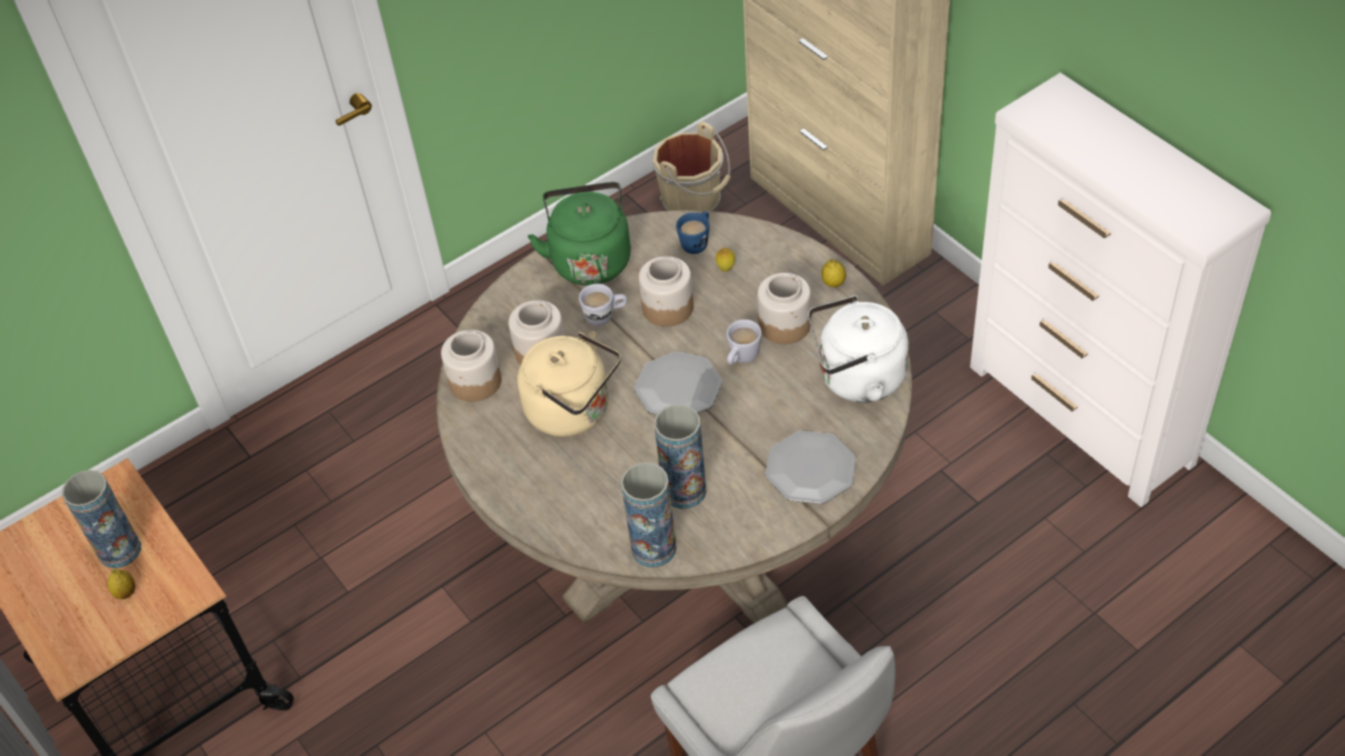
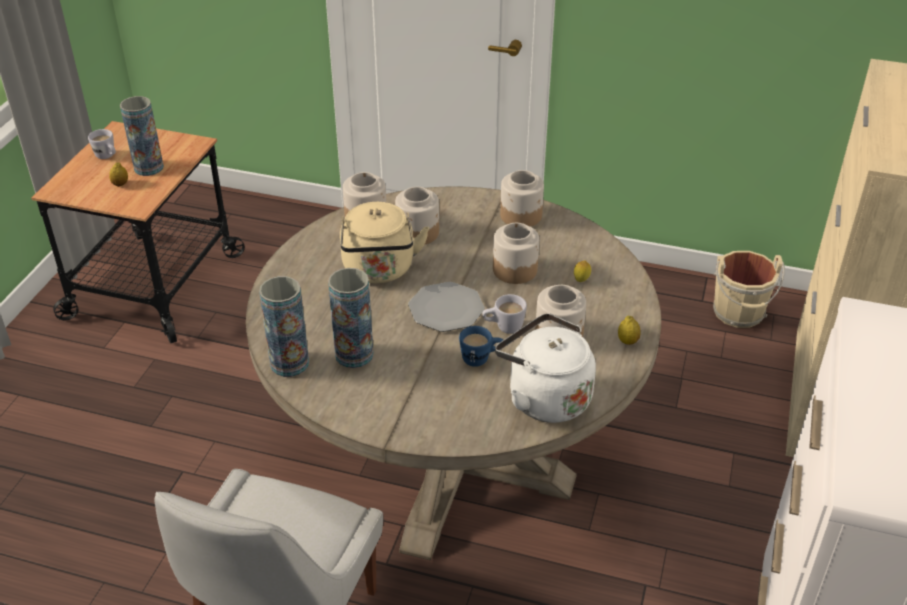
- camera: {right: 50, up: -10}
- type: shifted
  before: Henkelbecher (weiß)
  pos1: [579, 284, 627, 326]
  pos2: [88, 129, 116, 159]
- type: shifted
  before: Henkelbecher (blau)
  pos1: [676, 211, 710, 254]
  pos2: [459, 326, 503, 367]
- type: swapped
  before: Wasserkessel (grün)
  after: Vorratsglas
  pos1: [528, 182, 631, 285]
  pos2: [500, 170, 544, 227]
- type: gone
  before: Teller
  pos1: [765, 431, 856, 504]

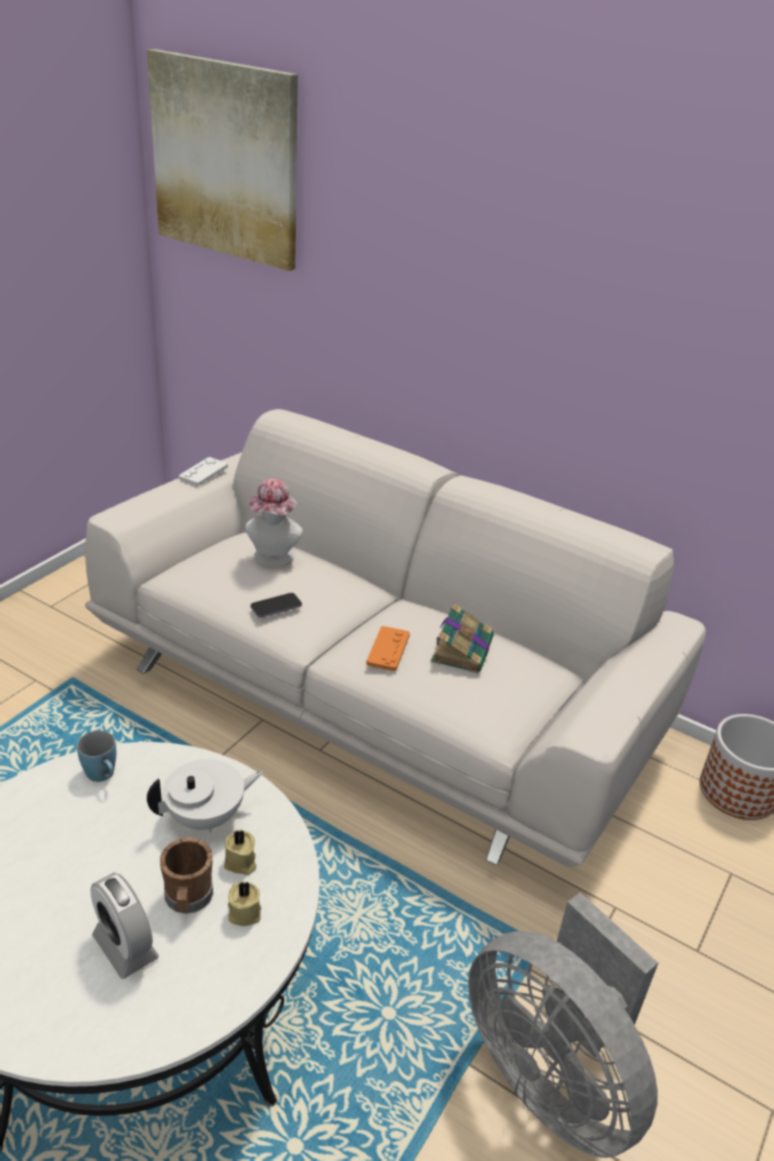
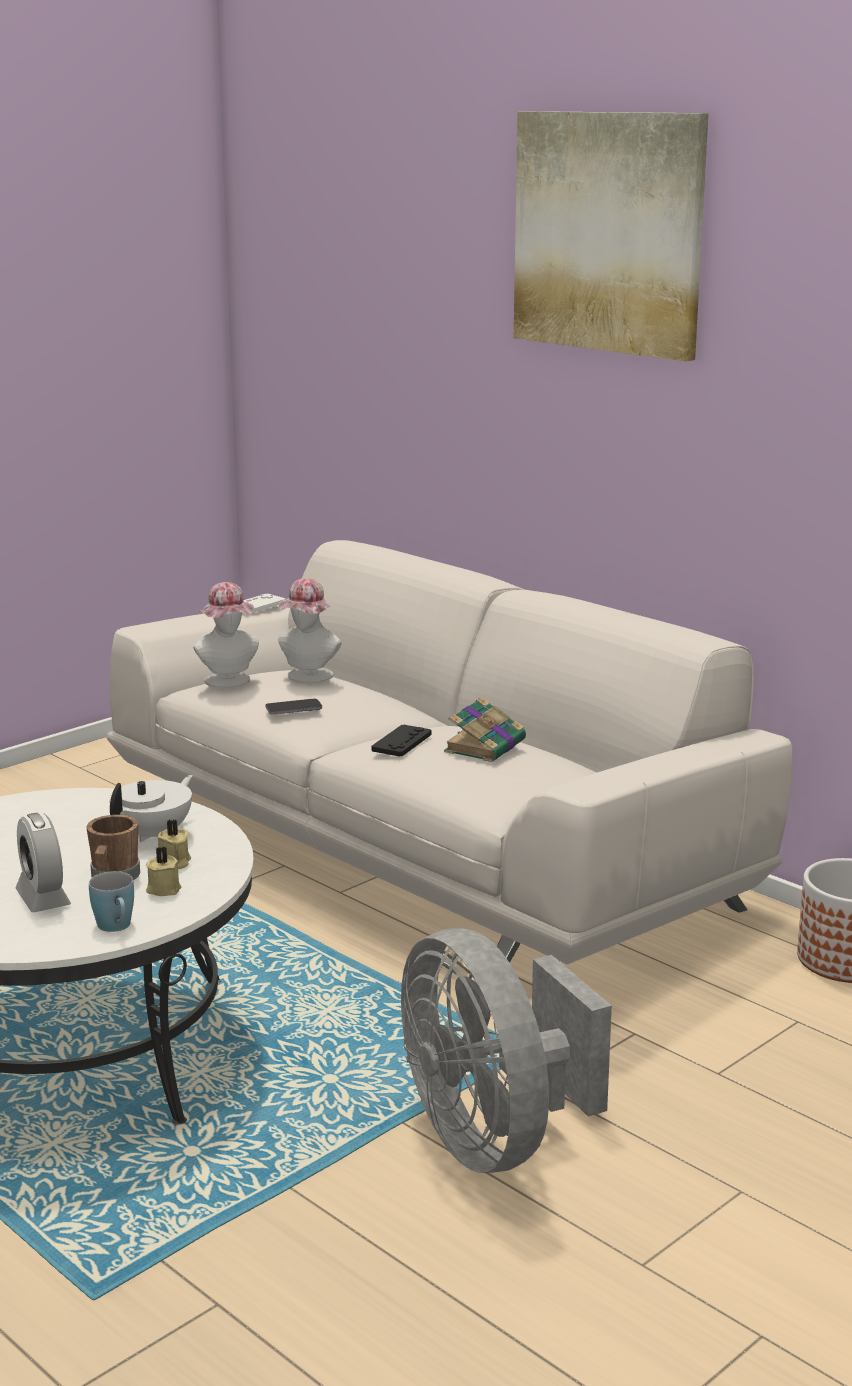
- camera: {right: 15, up: -15}
- type: shifted
  before: Henkelbecher (blau)
  pos1: [77, 730, 116, 782]
  pos2: [89, 871, 134, 932]
- type: rotated
  before: Teekanne (weiß)
  pos1: [147, 759, 264, 833]
  pos2: [109, 775, 193, 842]
  turn: -45
- type: new
  after: Hut
  pos2: [193, 582, 259, 688]
- type: repainted
  before: Gamepad (orange)
  after: Gamepad (schwarz)
  pos1: [366, 626, 410, 671]
  pos2: [371, 725, 432, 757]
- type: shifted
  before: Bild
  pos1: [147, 49, 298, 271]
  pos2: [514, 111, 709, 361]

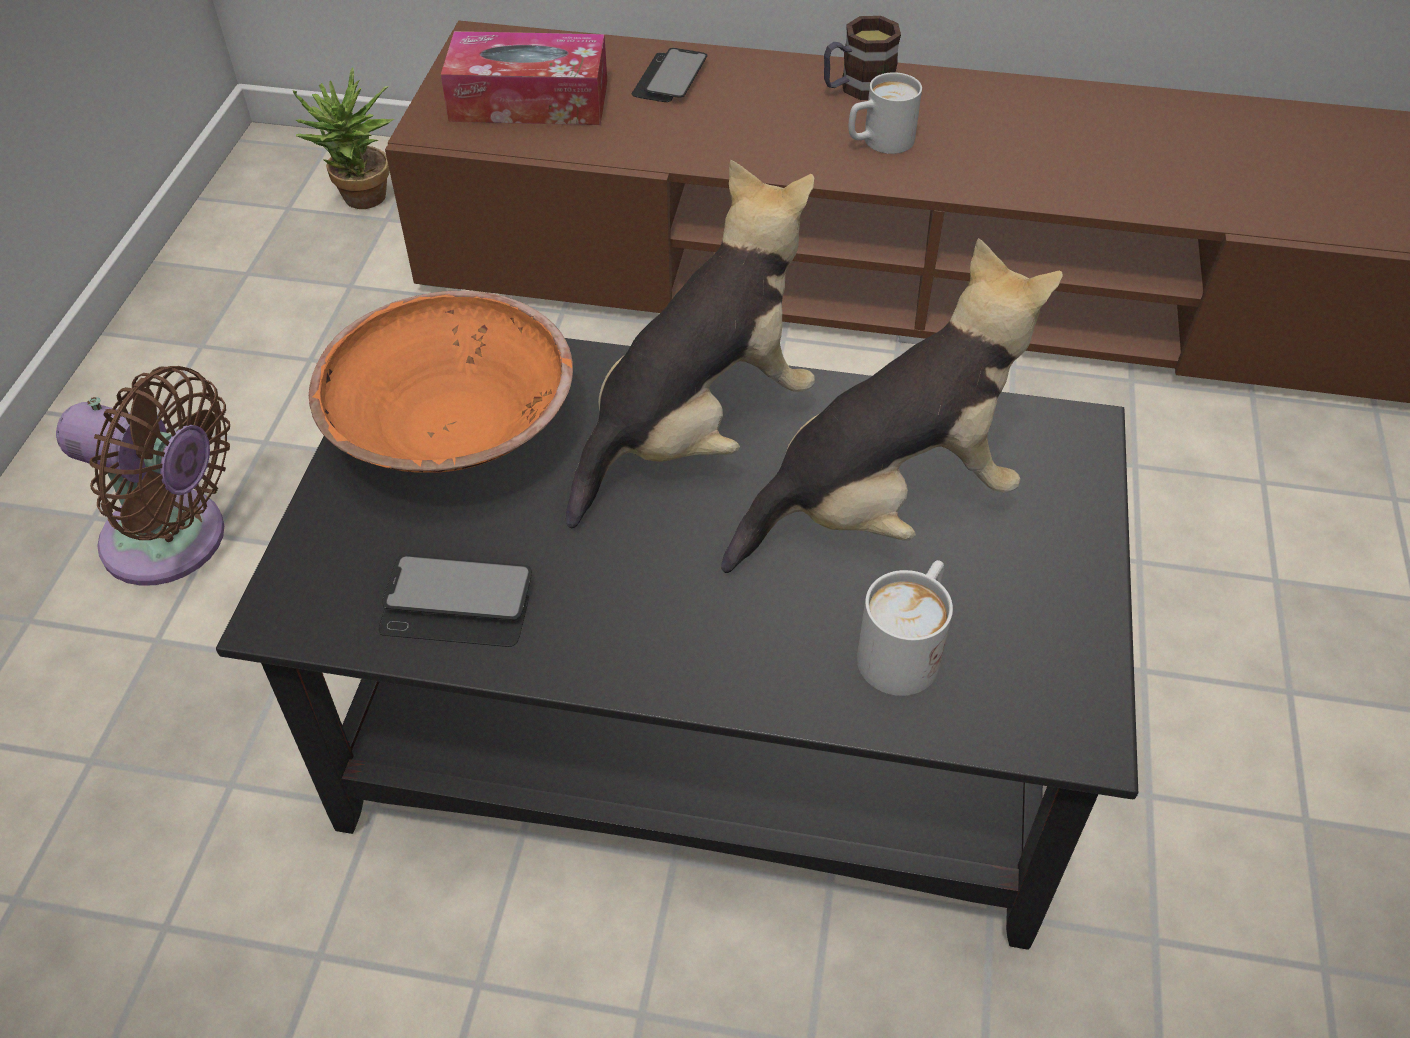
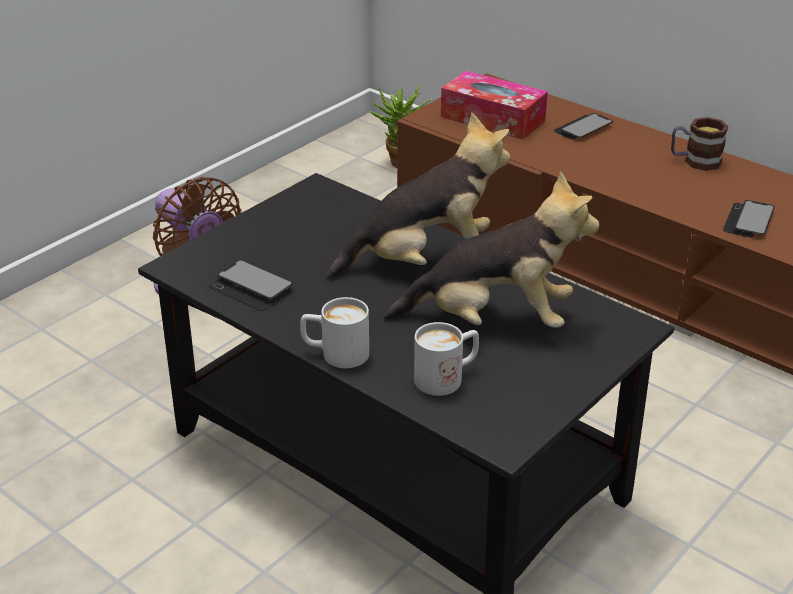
- camera: {right: 30, up: -15}
- type: shifted
  before: Henkelbecher (weiß)
  pos1: [848, 72, 922, 154]
  pos2: [300, 297, 369, 368]
- type: new
  after: Handy
  pos2: [723, 200, 775, 237]
- type: gone
  before: Schüssel (orange)
  pos1: [309, 291, 573, 473]

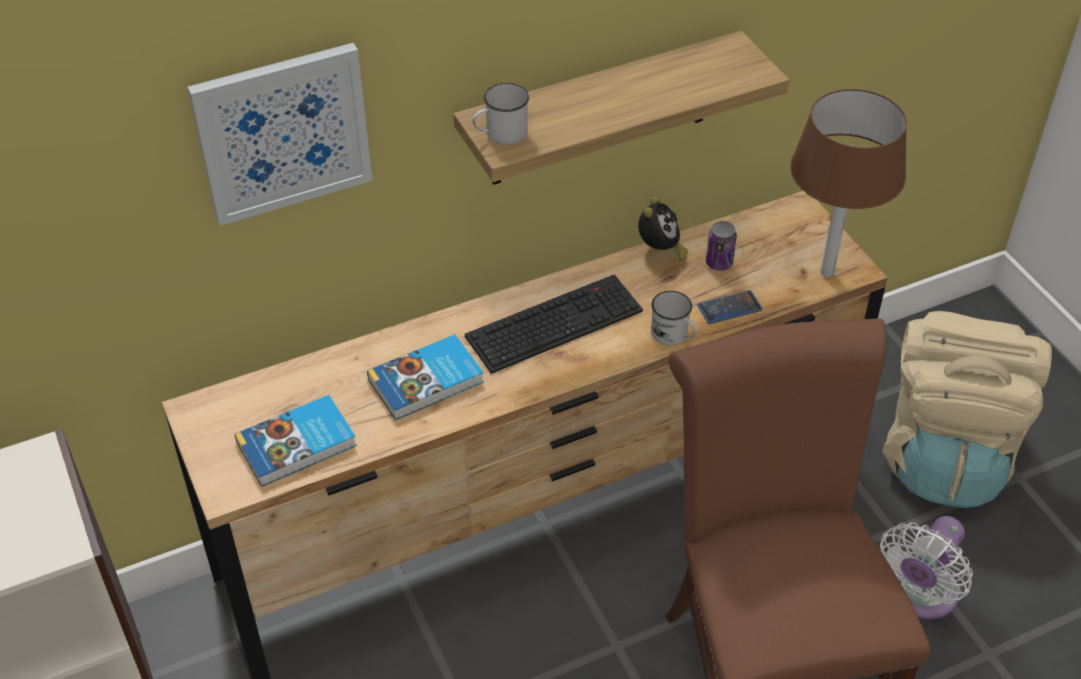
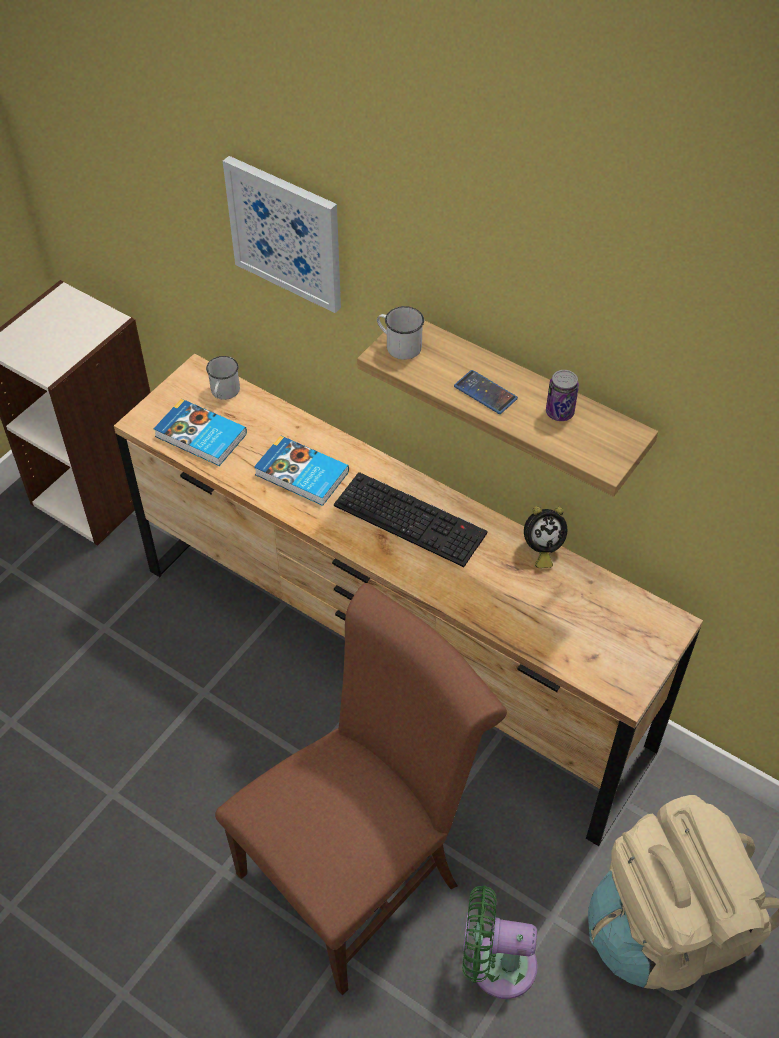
- camera: {right: 60, up: 5}
- type: shifted
  before: Henkelbecher (weiß)
  pos1: [651, 291, 698, 346]
  pos2: [206, 356, 240, 400]
- type: shifted
  before: Handy
  pos1: [697, 290, 763, 324]
  pos2: [454, 370, 518, 414]
- type: repainted
  before: Ventilator (weiß)
  after: Ventilator (grün)
  pos1: [880, 516, 973, 619]
  pos2: [462, 885, 538, 999]
- type: shifted
  before: Dose
  pos1: [706, 221, 737, 271]
  pos2: [546, 370, 579, 421]
- type: gone
  before: Tischlampe (braun)
  pos1: [790, 89, 907, 277]

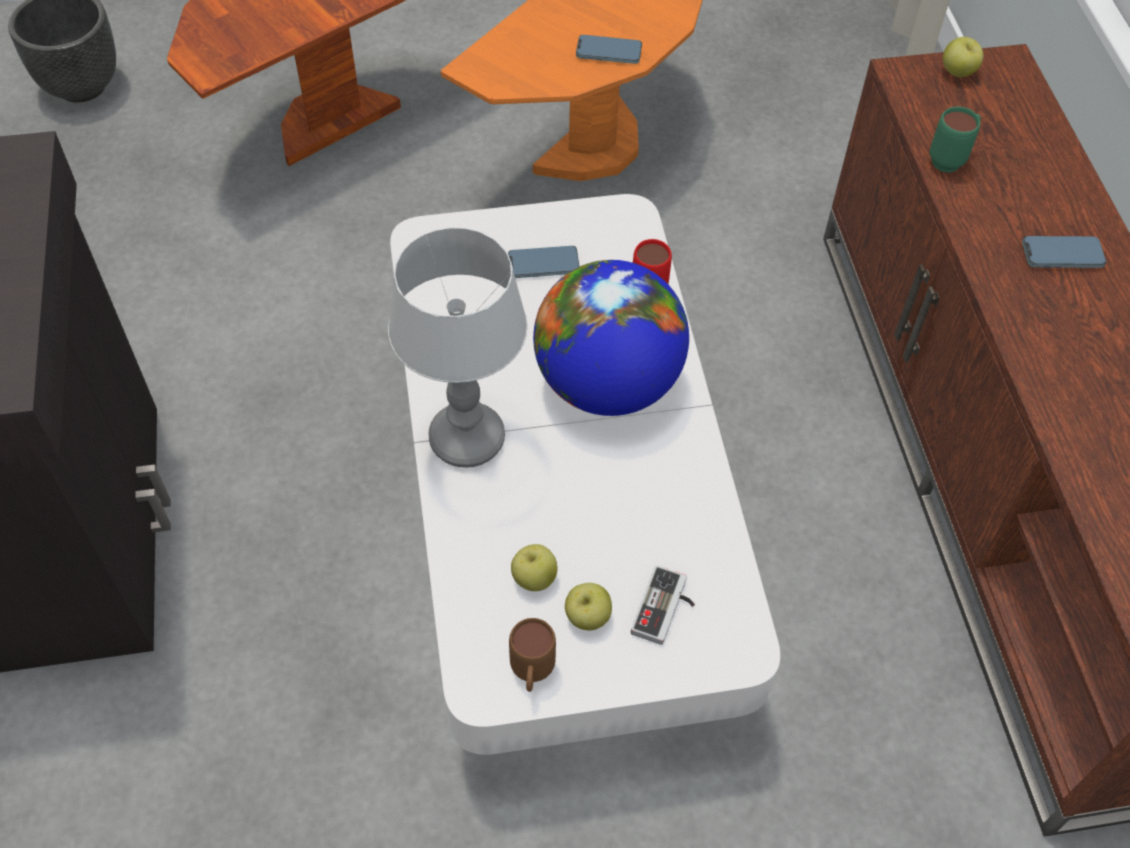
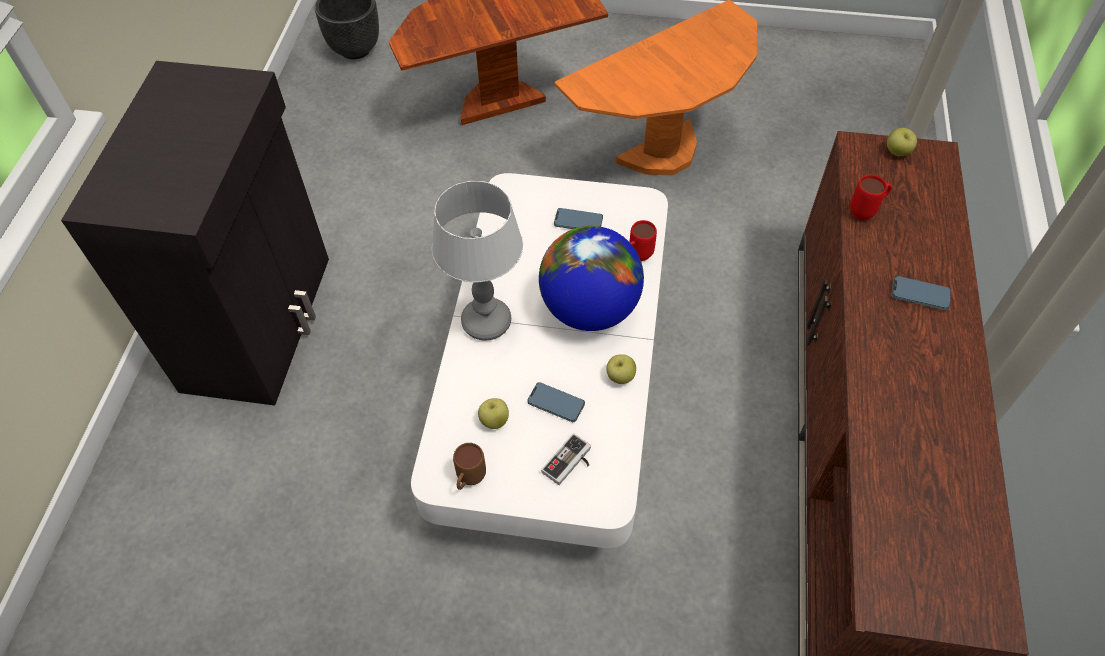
- camera: {right: 20, up: 0}
- type: shifted
  before: Handy
  pos1: [576, 35, 642, 64]
  pos2: [527, 382, 585, 422]
- type: shifted
  before: Apfel
  pos1: [565, 583, 612, 630]
  pos2: [606, 354, 636, 384]
- type: repainted
  before: Henkelbecher (grün)
  after: Henkelbecher (rot)
  pos1: [930, 107, 981, 173]
  pos2: [850, 175, 892, 220]

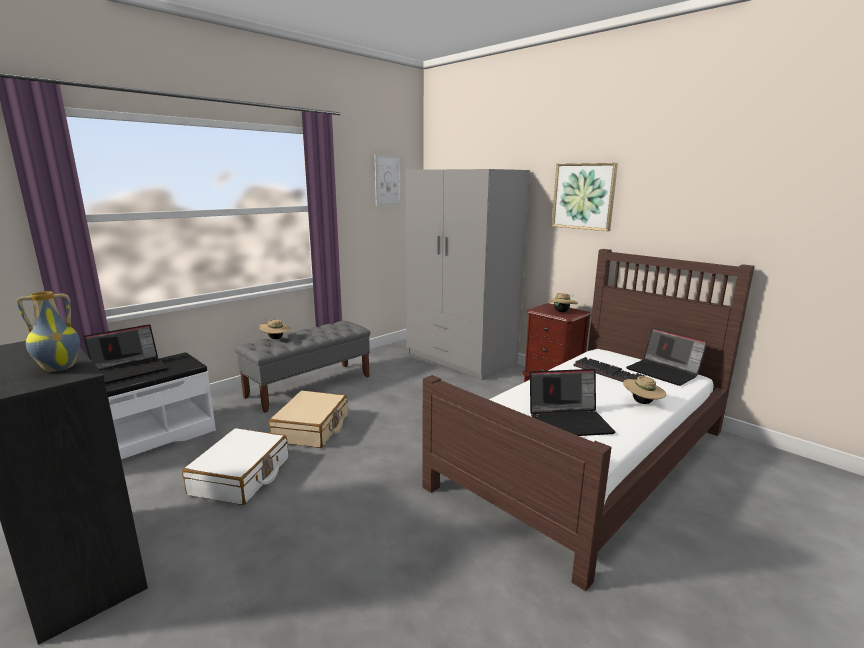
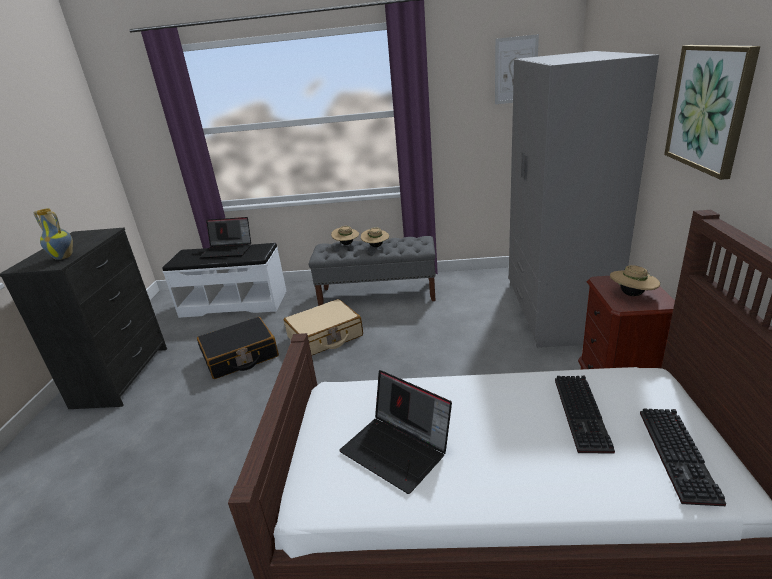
- camera: {right: 50, up: 10}
- type: repainted
  before: Koffer (weiß)
  after: Koffer (schwarz)
  pos1: [182, 428, 289, 505]
  pos2: [197, 317, 279, 379]
- type: shifted
  before: Hut (beige)
  pos1: [623, 376, 666, 404]
  pos2: [361, 227, 389, 247]
- type: swapped
  before: Laptop
  after: Tastatur
  pos1: [626, 328, 707, 386]
  pos2: [640, 409, 726, 506]

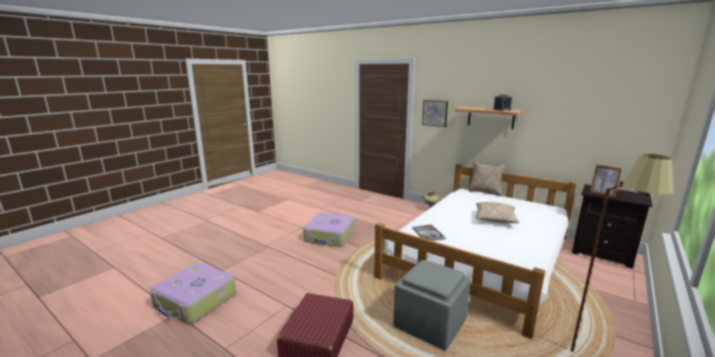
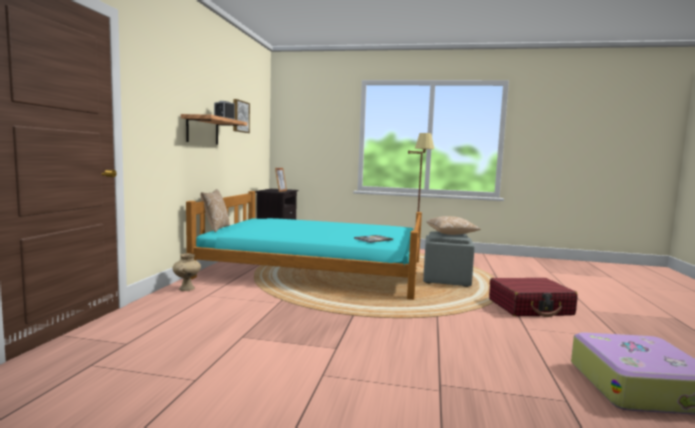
- camera: {right: -115, up: -10}
- type: repainted
  before: Bett (weiß)
  after: Bett (türkis)
  pos1: [374, 164, 577, 339]
  pos2: [186, 191, 422, 300]
- type: shifted
  before: Bild
  pos1: [422, 100, 448, 127]
  pos2: [233, 99, 250, 133]
- type: shifted
  before: Kissen
  pos1: [475, 202, 519, 223]
  pos2: [426, 216, 481, 235]
- type: gone
  before: Koffer
  pos1: [303, 212, 355, 247]

